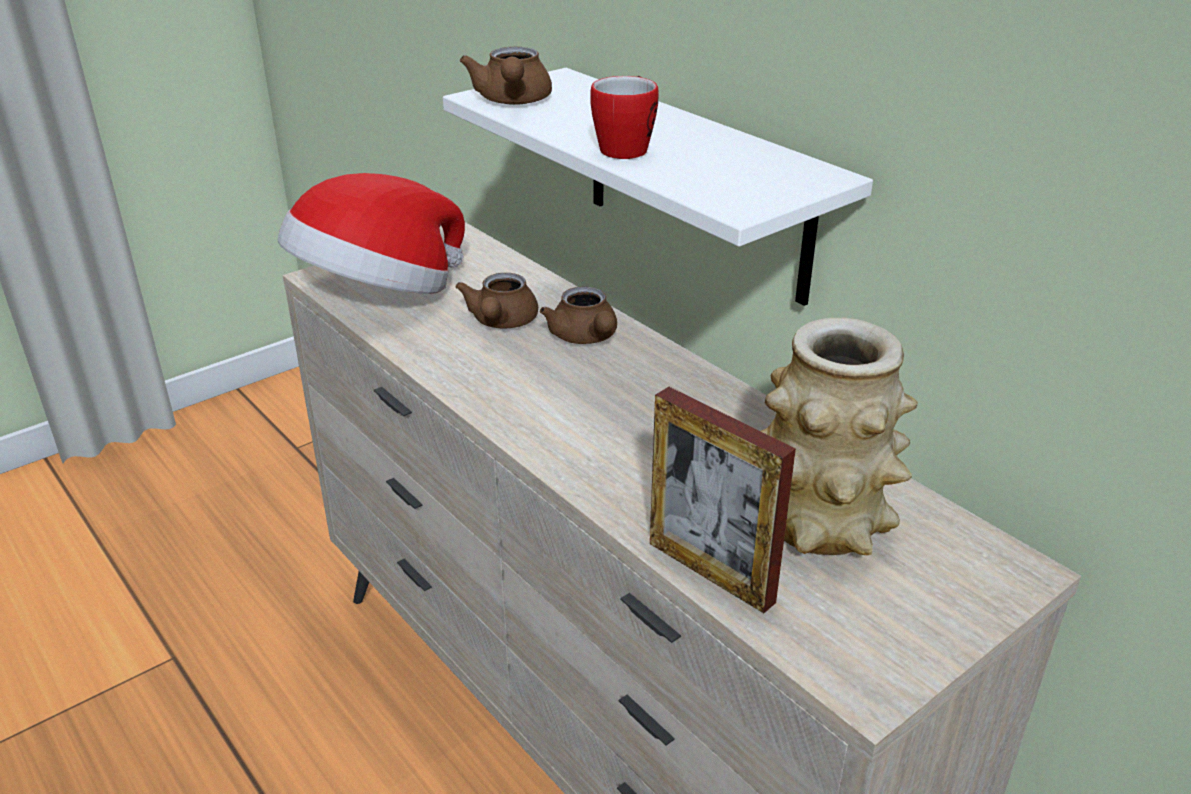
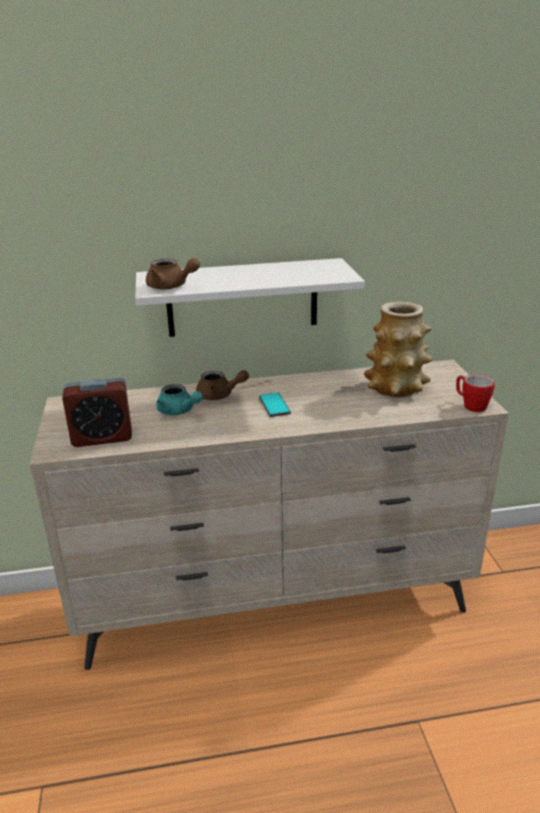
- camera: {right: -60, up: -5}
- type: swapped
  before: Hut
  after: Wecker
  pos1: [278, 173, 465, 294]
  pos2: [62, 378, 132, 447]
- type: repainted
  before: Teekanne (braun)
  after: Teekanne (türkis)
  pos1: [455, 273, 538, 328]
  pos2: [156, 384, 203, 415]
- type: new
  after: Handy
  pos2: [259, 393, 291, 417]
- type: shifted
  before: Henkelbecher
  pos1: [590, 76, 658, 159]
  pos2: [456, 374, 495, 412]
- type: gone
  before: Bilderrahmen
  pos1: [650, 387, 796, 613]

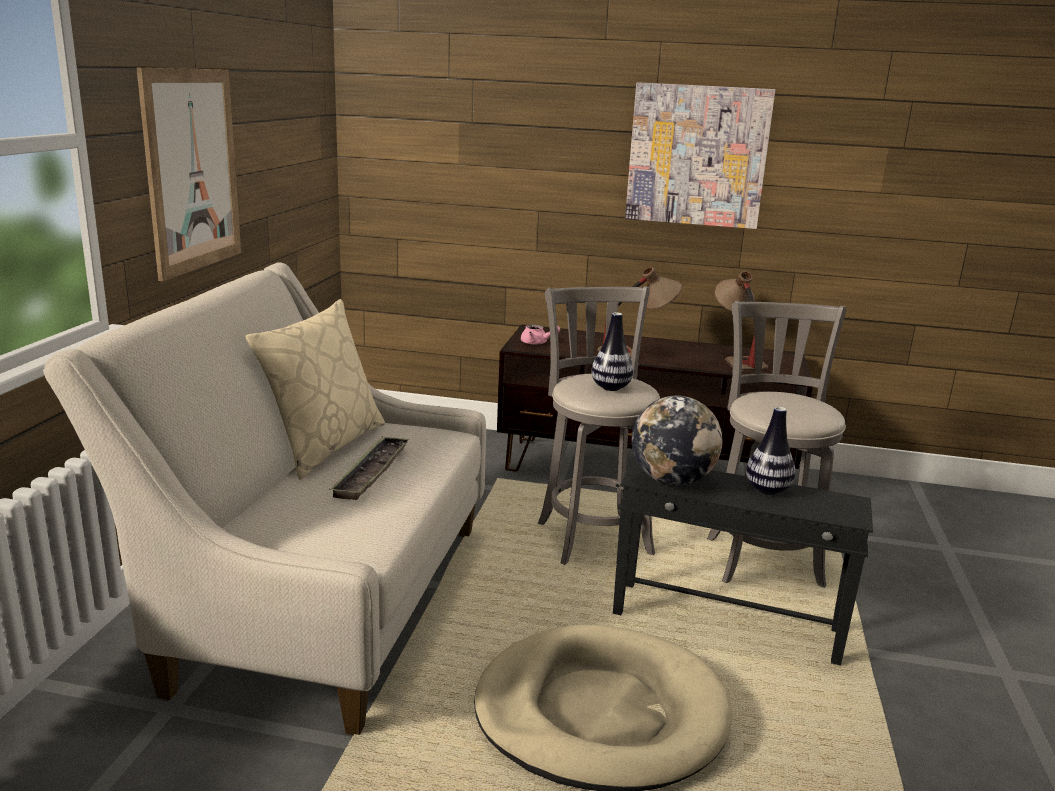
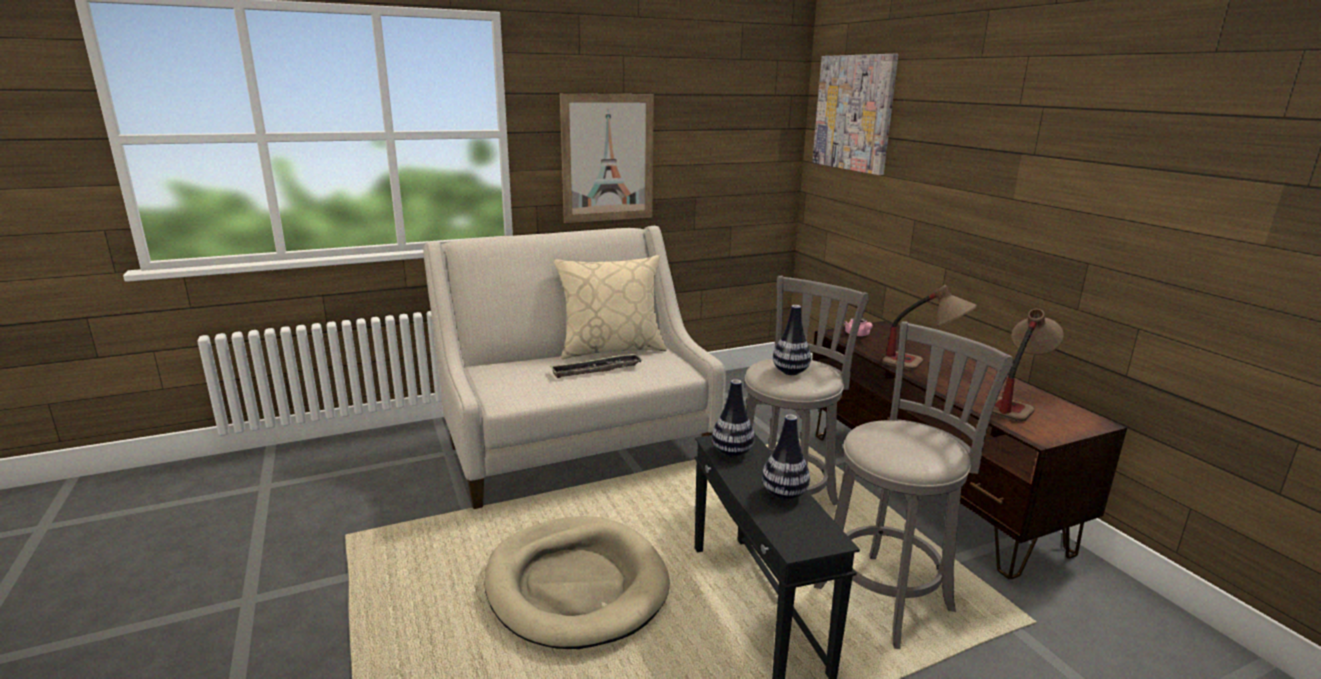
- camera: {right: 55, up: 0}
- type: swapped
  before: Globus
  after: Vase
  pos1: [632, 396, 723, 486]
  pos2: [712, 379, 755, 457]
- type: shifted
  before: Bild
  pos1: [625, 82, 775, 229]
  pos2: [812, 54, 898, 175]

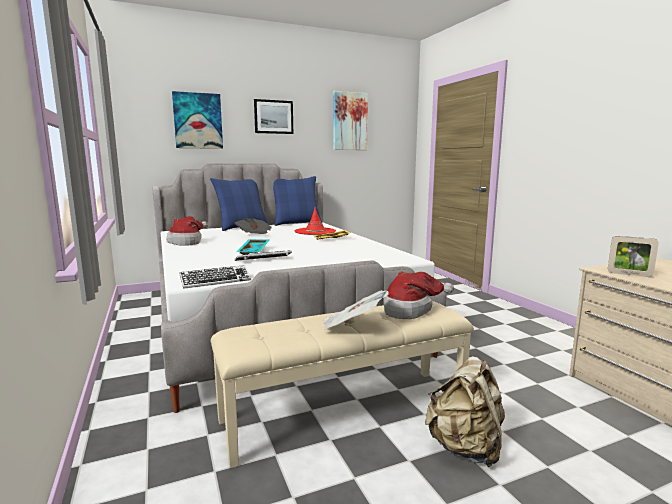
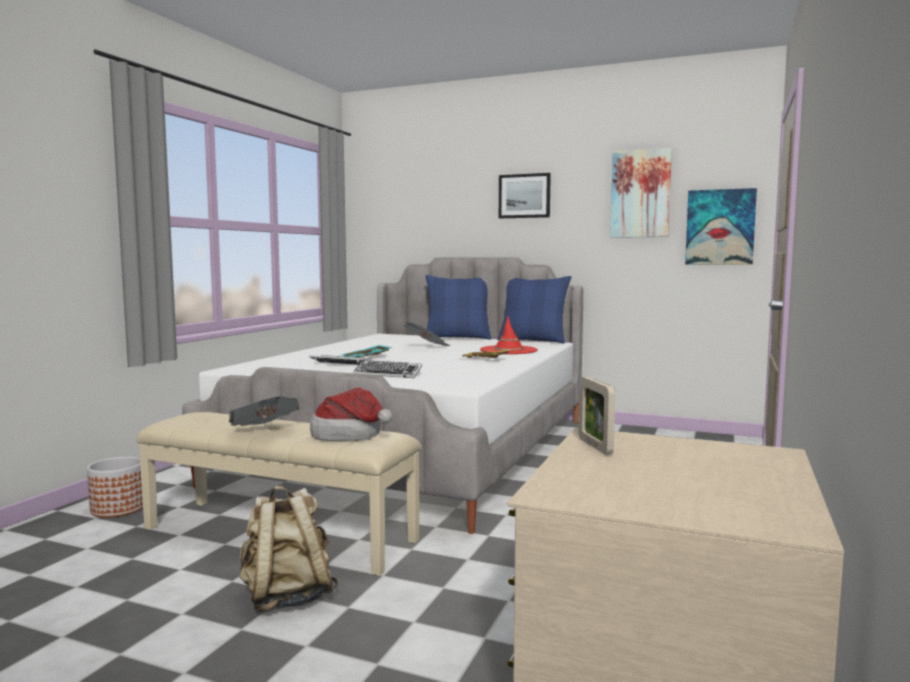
- camera: {right: 45, up: -5}
- type: new
  after: Pflanzkübel
  pos2: [87, 457, 143, 518]
- type: shifted
  before: Tastatur
  pos1: [179, 265, 251, 289]
  pos2: [352, 360, 423, 378]
- type: shifted
  before: Bild
  pos1: [172, 91, 223, 149]
  pos2: [685, 188, 757, 265]
- type: gone
  before: Hut
  pos1: [167, 216, 208, 246]

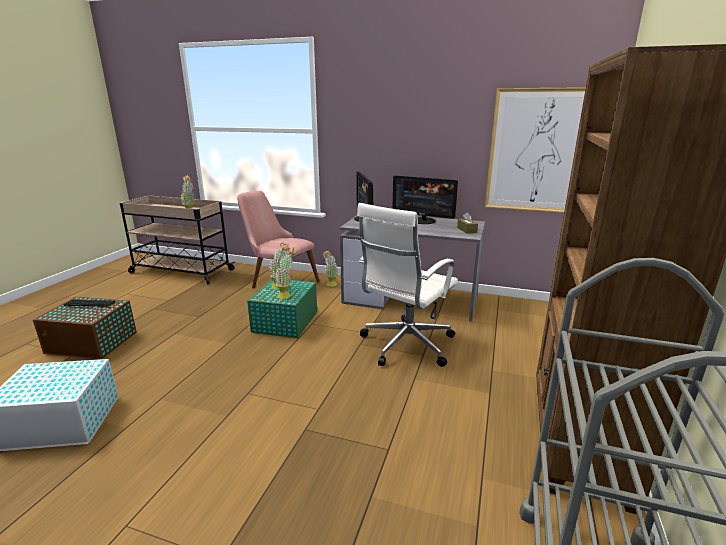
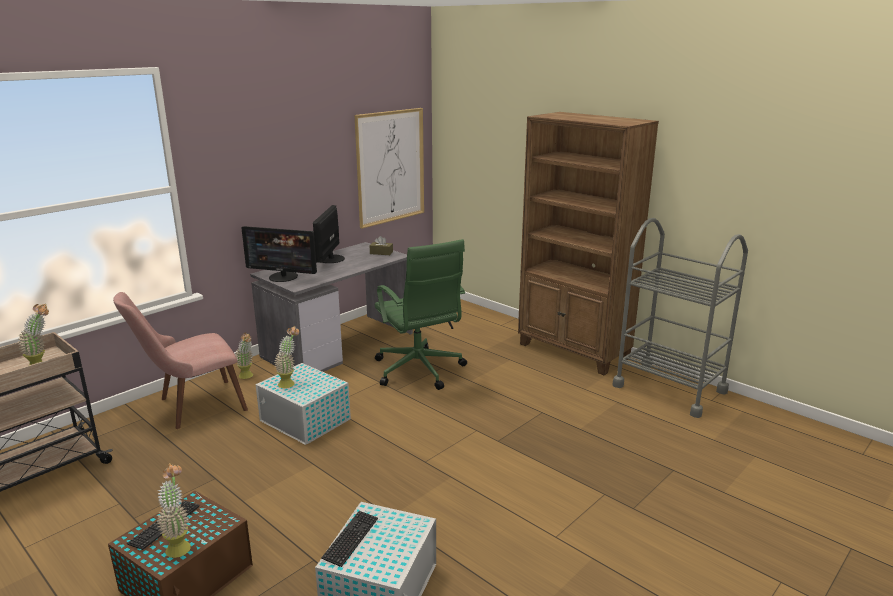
- camera: {right: -65, up: 0}
- type: shifted
  before: Topfpflanze
  pos1: [274, 247, 297, 299]
  pos2: [157, 463, 191, 558]
- type: repainted
  before: Aufbewahrungsbox (grün)
  after: Aufbewahrungsbox (weiß)
  pos1: [247, 279, 317, 338]
  pos2: [255, 363, 351, 445]
- type: rotated
  before: Monitor
  pos1: [392, 176, 458, 224]
  pos2: [313, 205, 345, 263]
  turn: 135
- type: new
  after: Tastatur
  pos2: [321, 511, 378, 567]
- type: repainted
  before: Bürostuhl (weiß)
  after: Bürostuhl (grün)
  pos1: [357, 203, 458, 367]
  pos2: [375, 239, 467, 390]

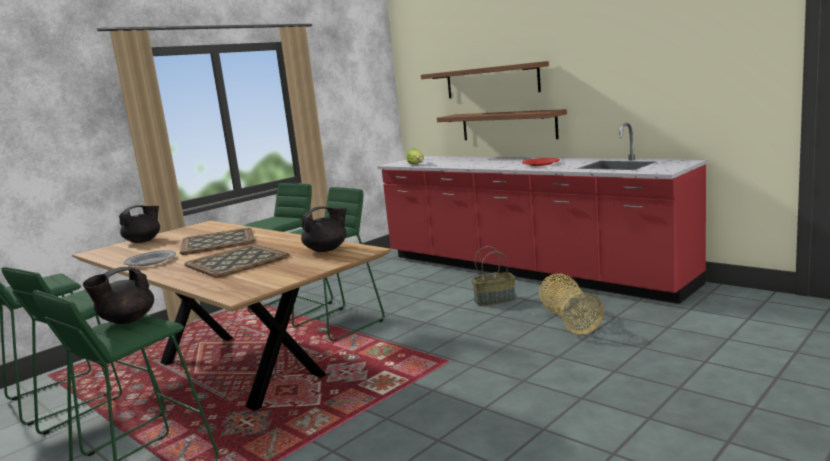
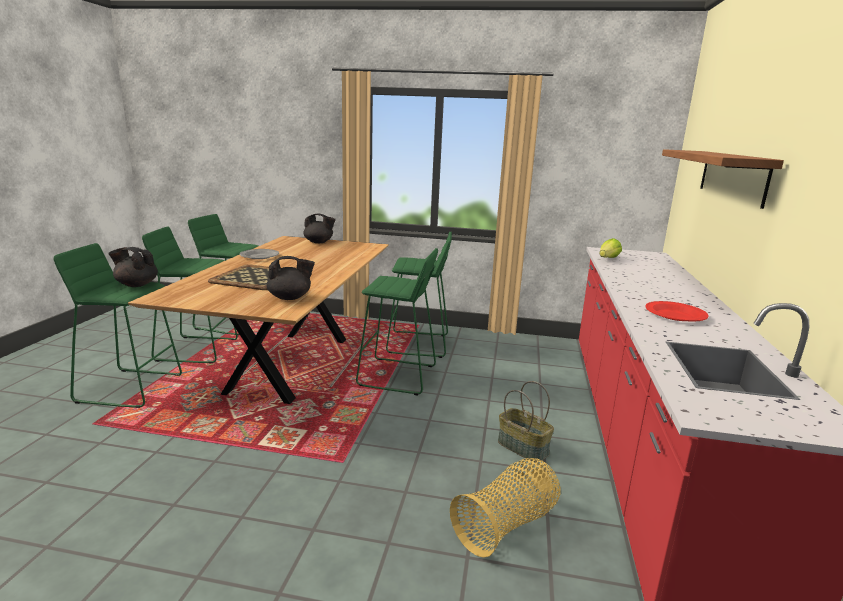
- camera: {right: 55, up: 5}
- type: rotated
  before: Teekanne (schwarz)
  pos1: [301, 207, 347, 252]
  pos2: [266, 256, 315, 300]
  turn: -45
- type: gone
  before: Tablett
  pos1: [180, 228, 255, 255]
- type: gone
  before: Wandregal
  pos1: [437, 109, 567, 140]

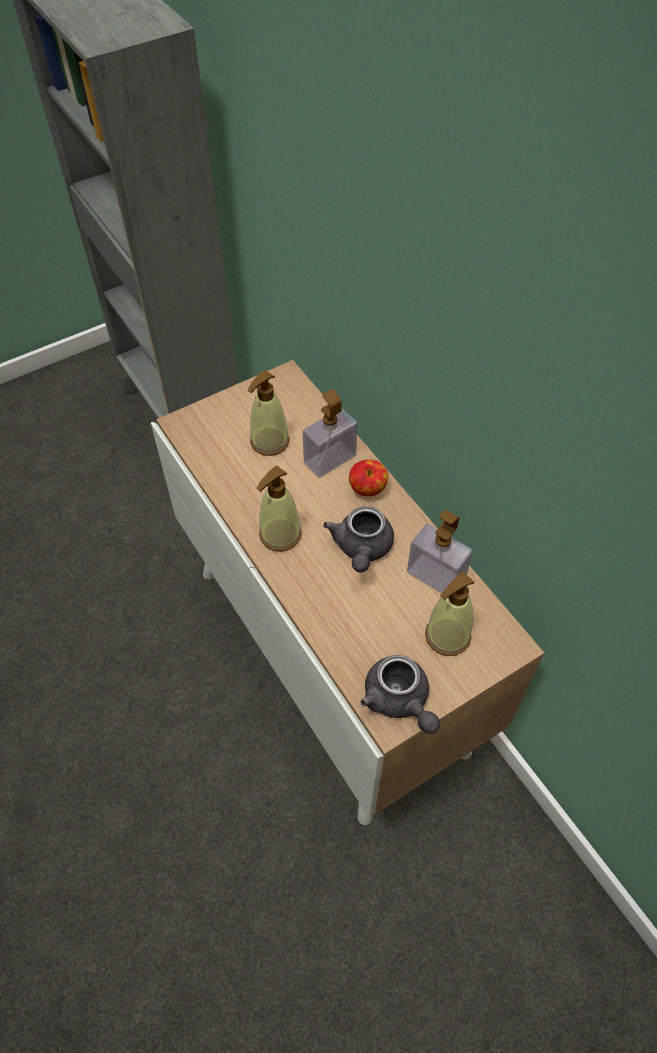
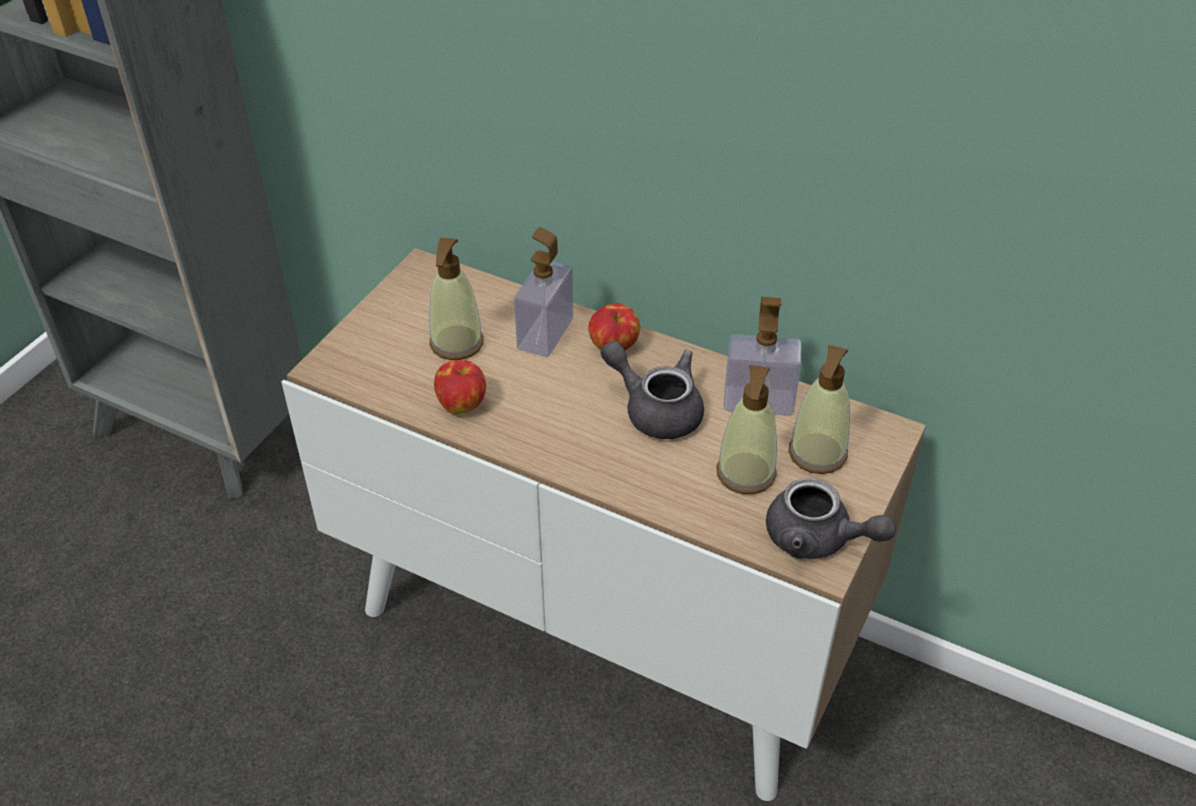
- camera: {right: -30, up: -10}
- type: new
  after: Apfel
  pos2: [434, 360, 486, 414]
- type: rotated
  before: Teekanne (grau)
  pos1: [323, 506, 394, 573]
  pos2: [600, 341, 704, 439]
  turn: 150
- type: shifted
  before: Seifenspender
  pos1: [256, 466, 302, 552]
  pos2: [716, 365, 777, 494]

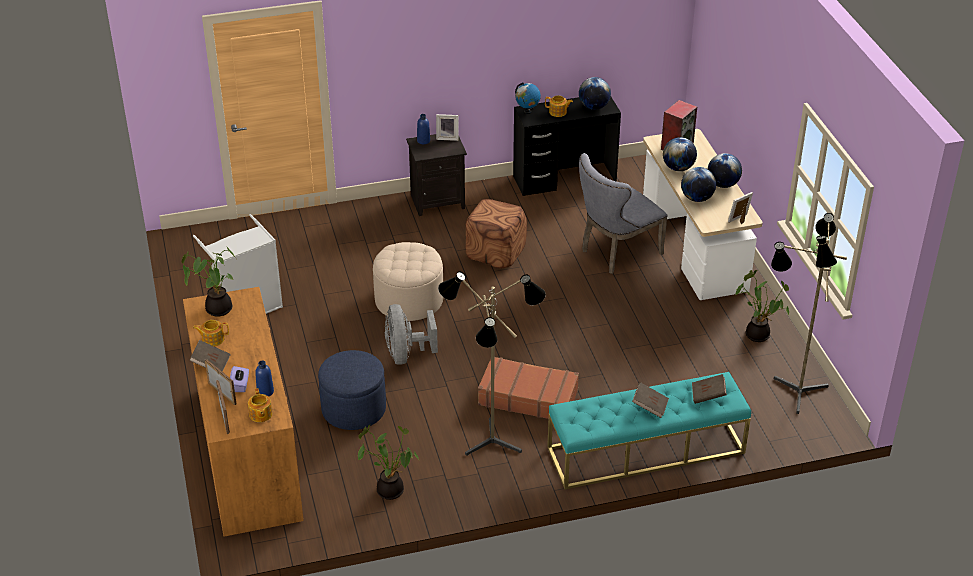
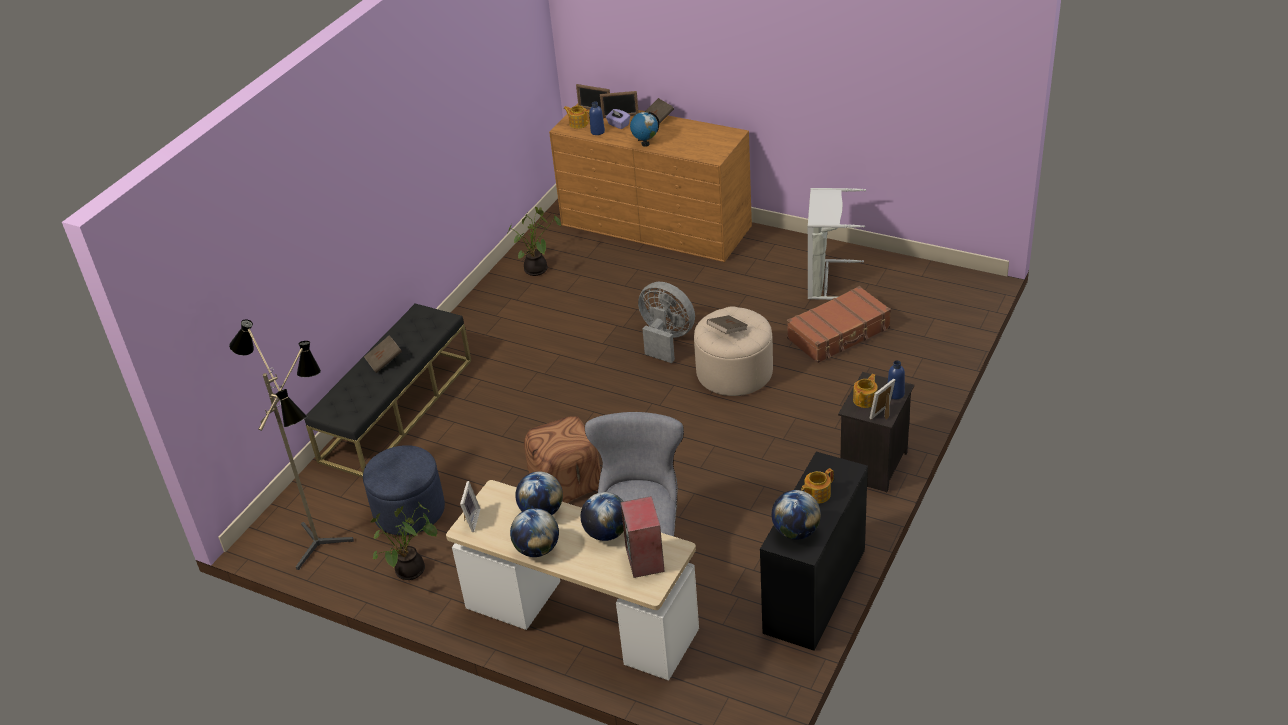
- camera: {right: 135, up: 0}
- type: repainted
  before: Bank (türkis)
  after: Bank (schwarz)
  pos1: [547, 372, 751, 489]
  pos2: [304, 303, 471, 478]
- type: shifted
  before: Polsterhocker (blau)
  pos1: [318, 350, 386, 430]
  pos2: [363, 445, 445, 535]
- type: shifted
  before: Polsterhocker (braun)
  pos1: [466, 199, 527, 269]
  pos2: [524, 416, 601, 503]
- type: shifted
  before: Globus
  pos1: [515, 82, 541, 114]
  pos2: [630, 111, 659, 147]
- type: shifted
  before: Buch (braun)
  pos1: [692, 374, 727, 404]
  pos2: [707, 315, 747, 334]
- type: shifted
  before: Koffer (braun)
  pos1: [478, 357, 579, 419]
  pos2: [787, 286, 891, 363]
- type: shifted
  before: Teekanne
  pos1: [193, 320, 229, 346]
  pos2: [853, 374, 878, 408]
- type: gone
  before: Topfpflanze
  pos1: [182, 246, 236, 317]
- type: gone
  before: Stehlampe
  pos1: [438, 272, 546, 456]

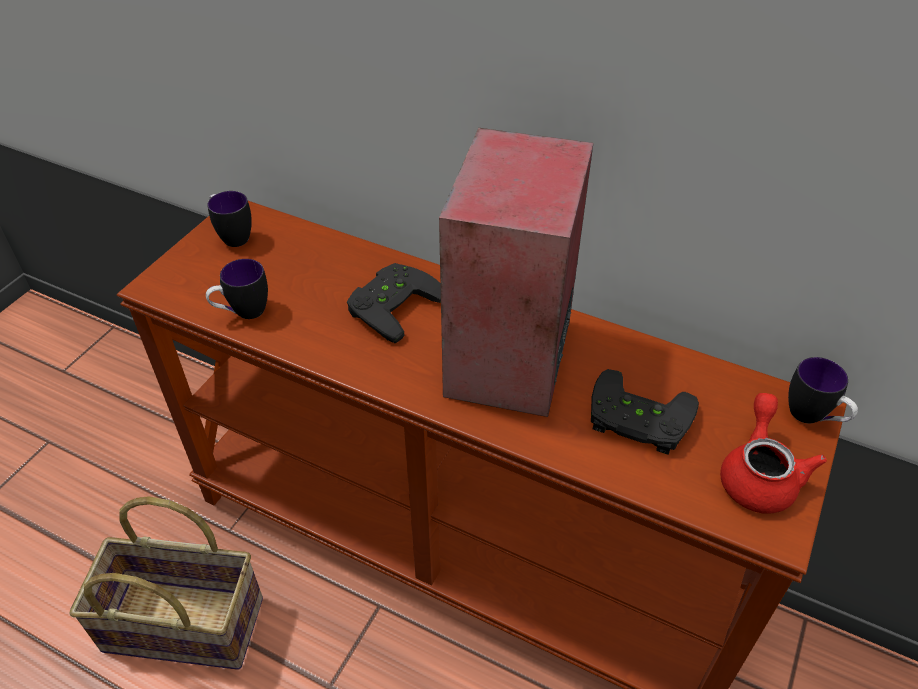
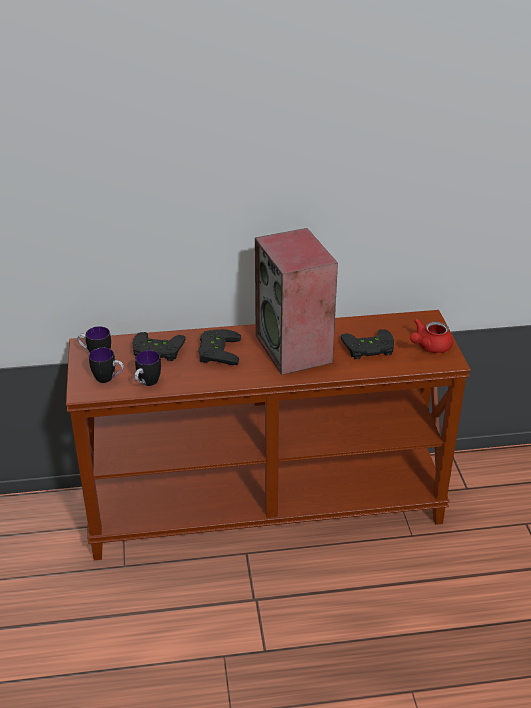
- camera: {right: -35, up: -10}
- type: shifted
  before: Henkelbecher
  pos1: [788, 357, 858, 424]
  pos2: [89, 348, 124, 383]
- type: new
  after: Gamepad (schwarz)
  pos2: [133, 332, 186, 361]
- type: rotated
  before: Teekanne (rot)
  pos1: [720, 393, 827, 513]
  pos2: [410, 319, 453, 353]
  turn: -105
- type: gone
  before: Korb
  pos1: [69, 496, 263, 670]

